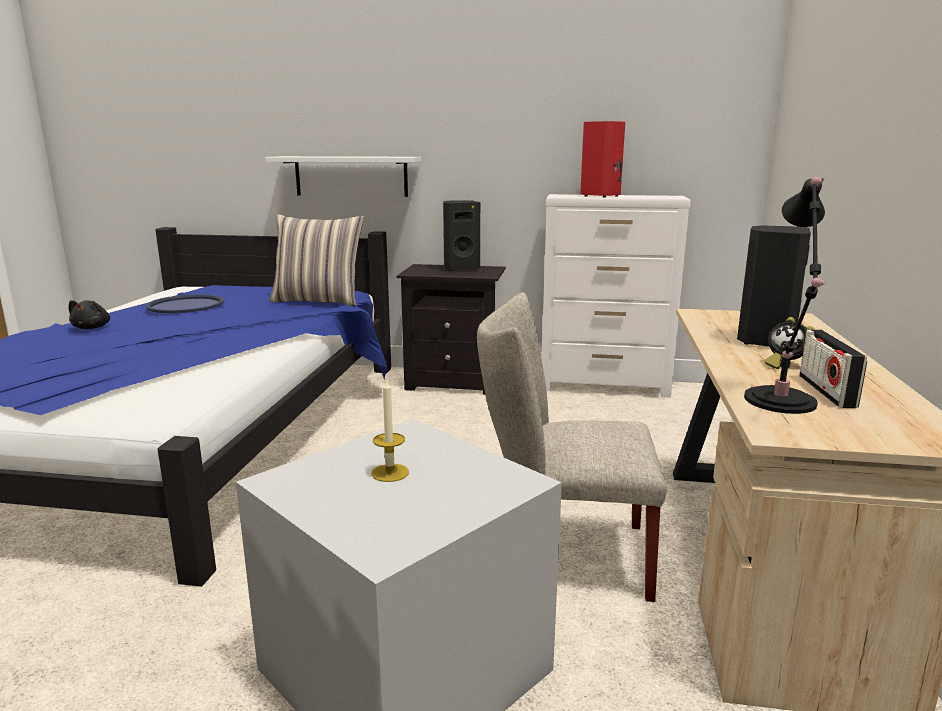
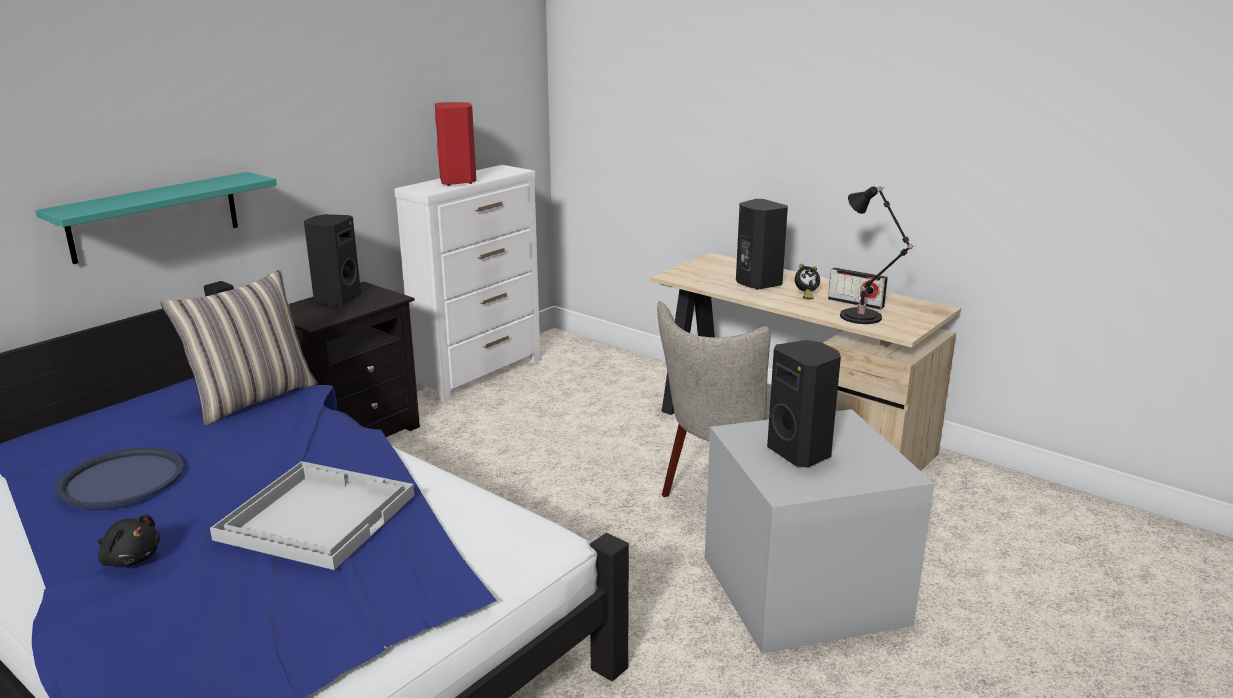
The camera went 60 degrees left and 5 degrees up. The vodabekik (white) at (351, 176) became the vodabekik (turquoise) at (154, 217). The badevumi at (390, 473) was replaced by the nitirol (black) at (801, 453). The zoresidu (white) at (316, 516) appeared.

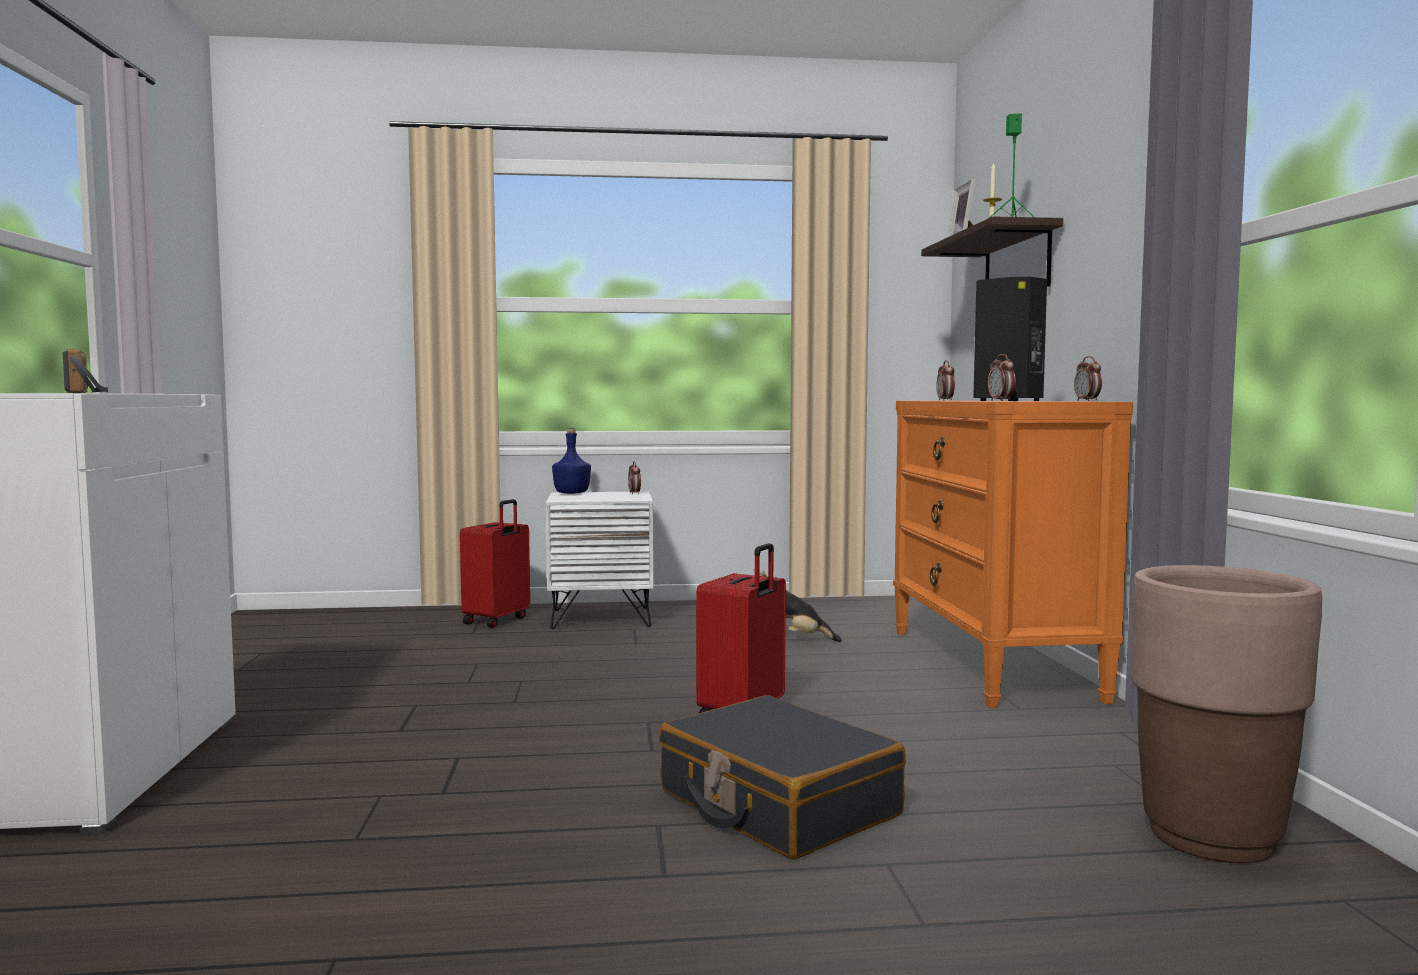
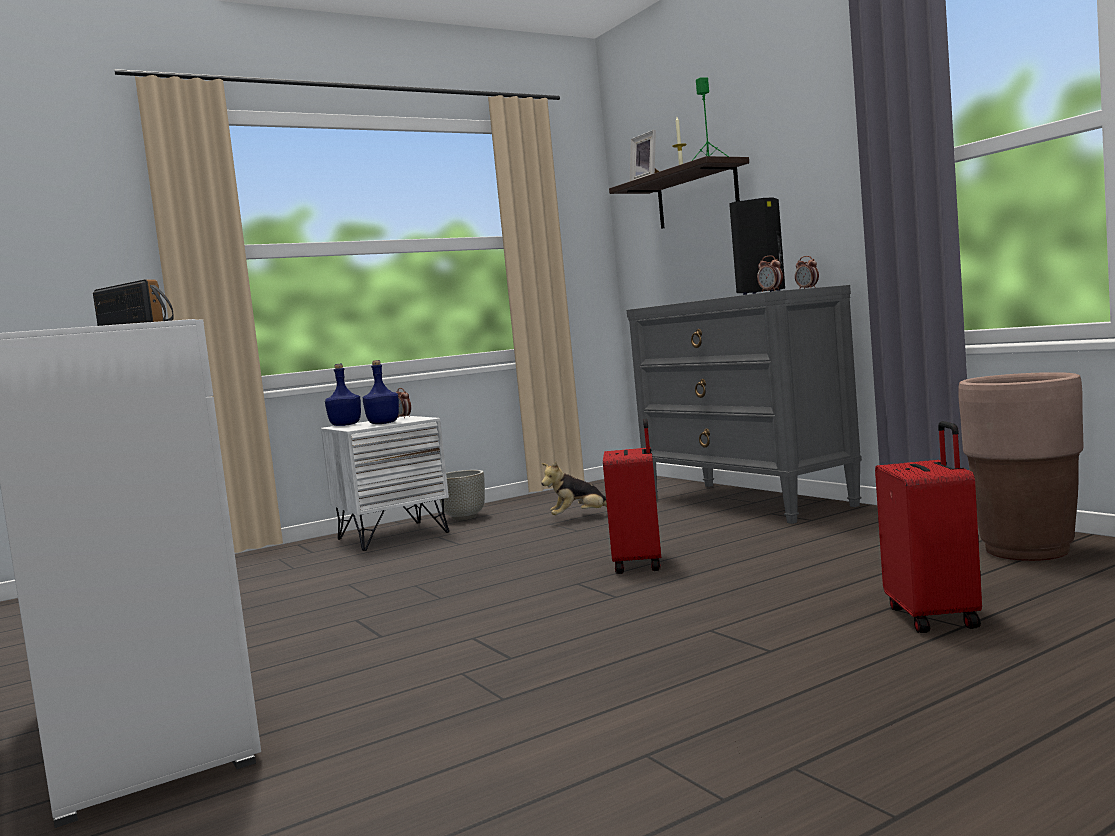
The camera went 25 degrees left and 0 degrees up. The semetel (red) moved from (497, 621) to (935, 617). The semetel (black) at (777, 804) disappeared. The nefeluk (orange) at (992, 664) became the nefeluk (grey) at (747, 502). The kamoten at (945, 400) disappeared. The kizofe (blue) at (382, 423) appeared. The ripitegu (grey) at (464, 517) appeared.

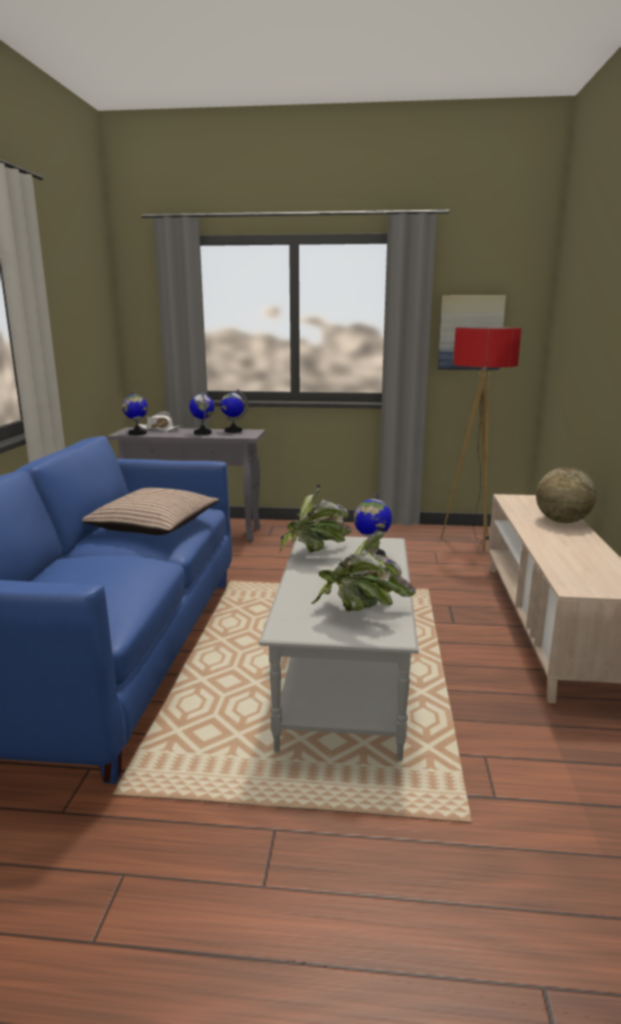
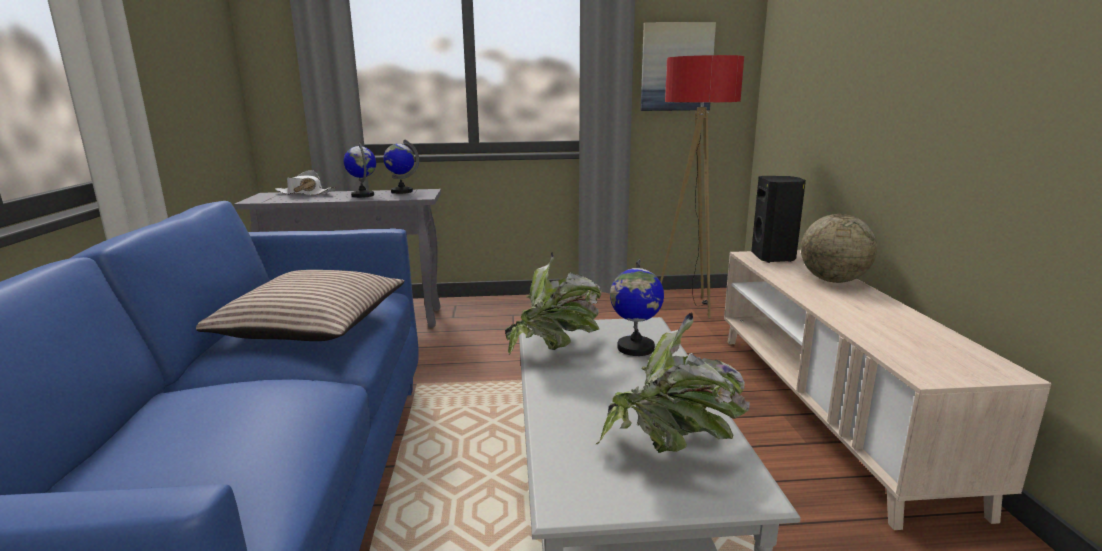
The camera went 10 degrees left and 0 degrees up. The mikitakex at (137, 433) disappeared. The nitirol (black) at (774, 258) appeared.

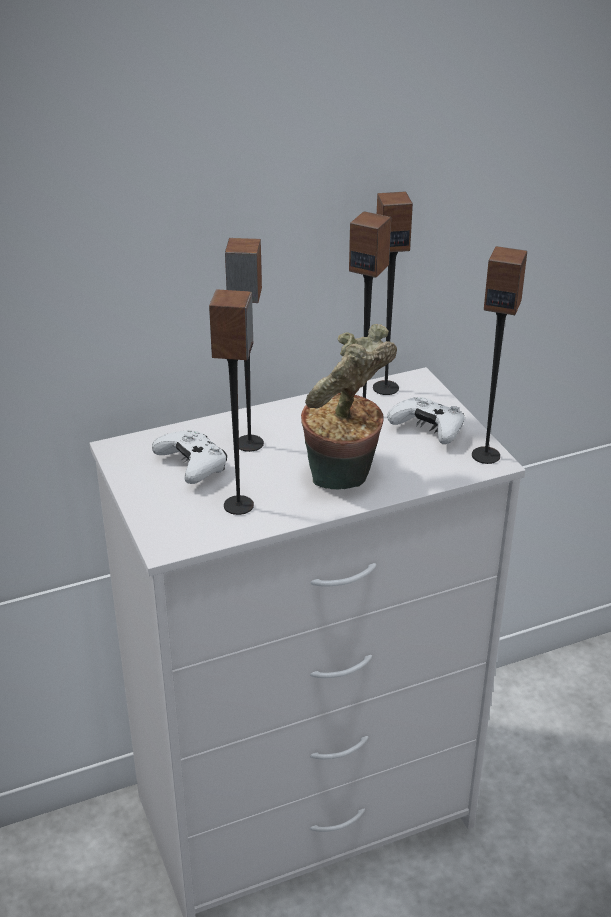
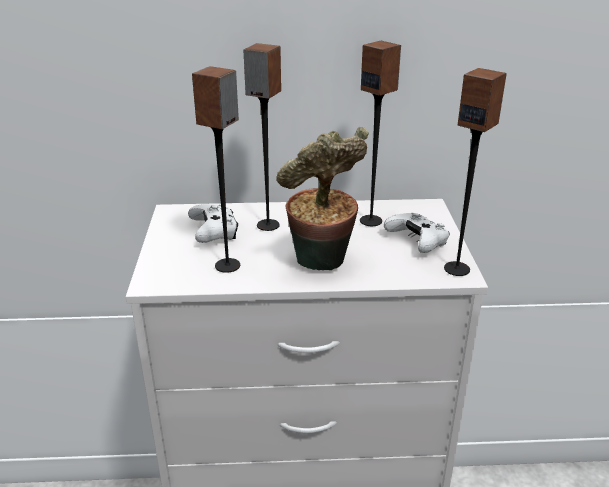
The camera went 20 degrees right and 5 degrees down. The nitirol at (385, 387) disappeared.

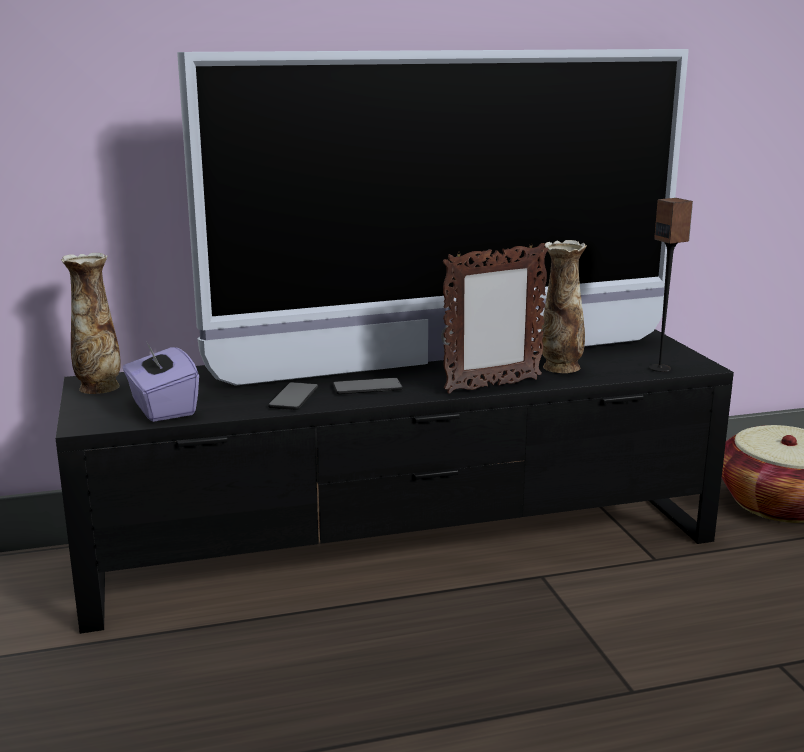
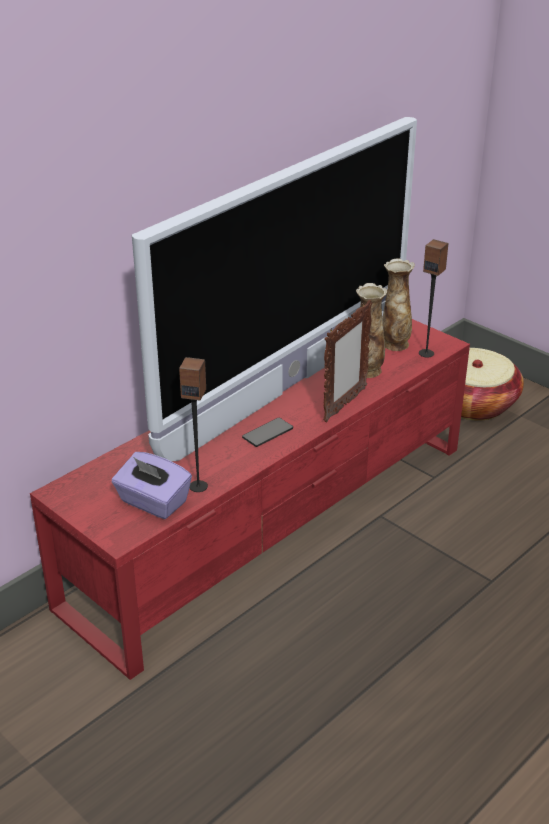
The camera went 30 degrees left and 15 degrees up. The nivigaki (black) at (404, 545) became the nivigaki (red) at (275, 521). The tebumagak moved from (99, 387) to (394, 344). The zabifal at (293, 397) disappeared. The nitirol at (198, 486) appeared.

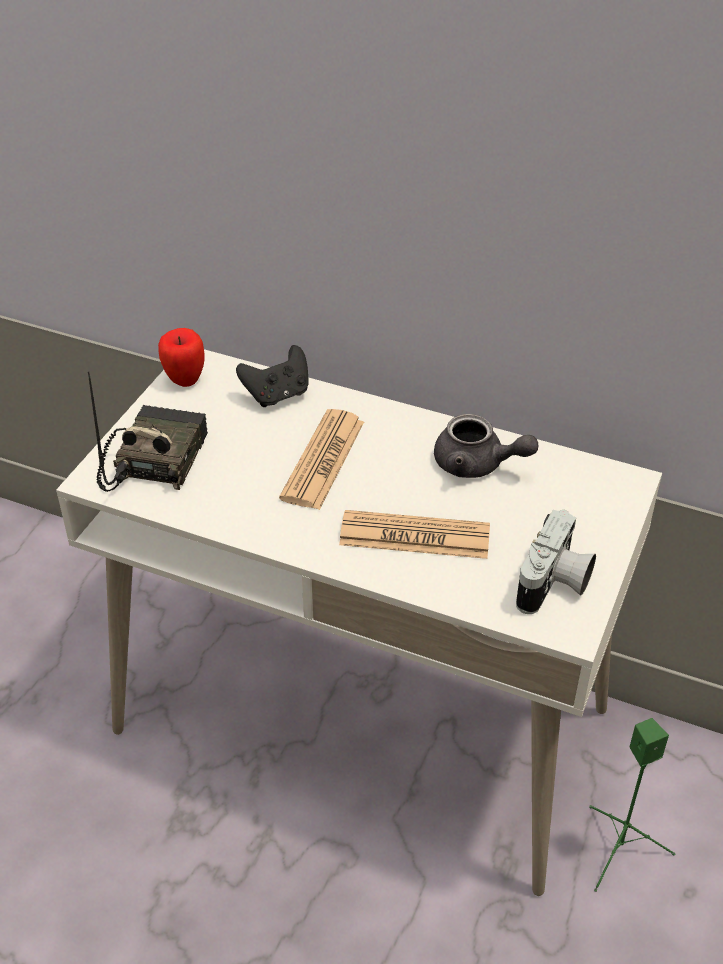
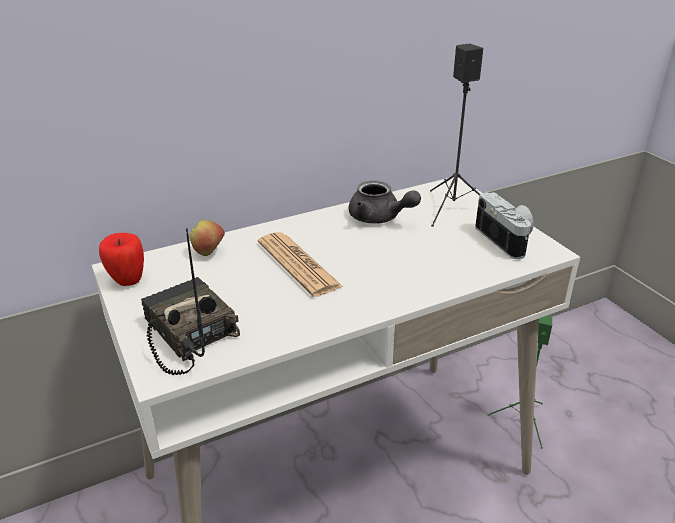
The camera went 50 degrees left and 10 degrees down. The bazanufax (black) at (277, 395) was replaced by the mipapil at (209, 253). The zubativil at (414, 536) disappeared. The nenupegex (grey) at (477, 465) turned 60 degrees clockwise. The nitirol (black) at (454, 208) appeared.

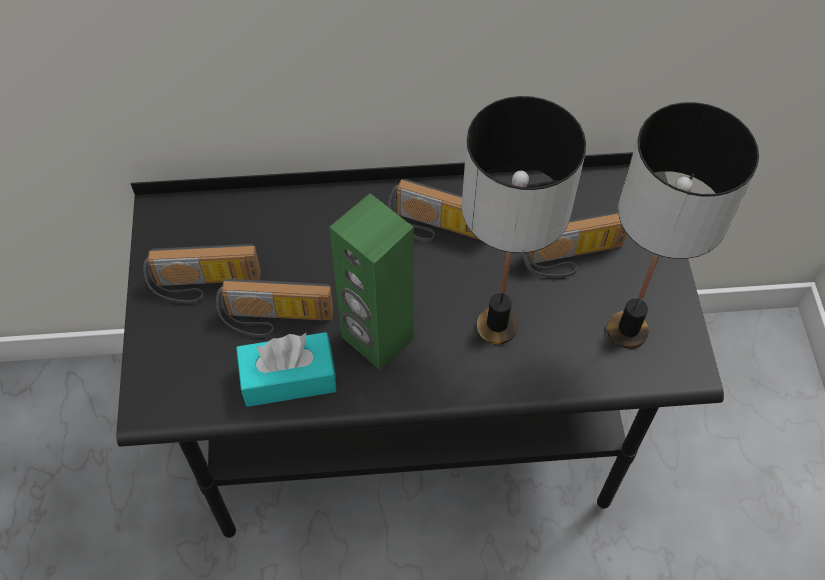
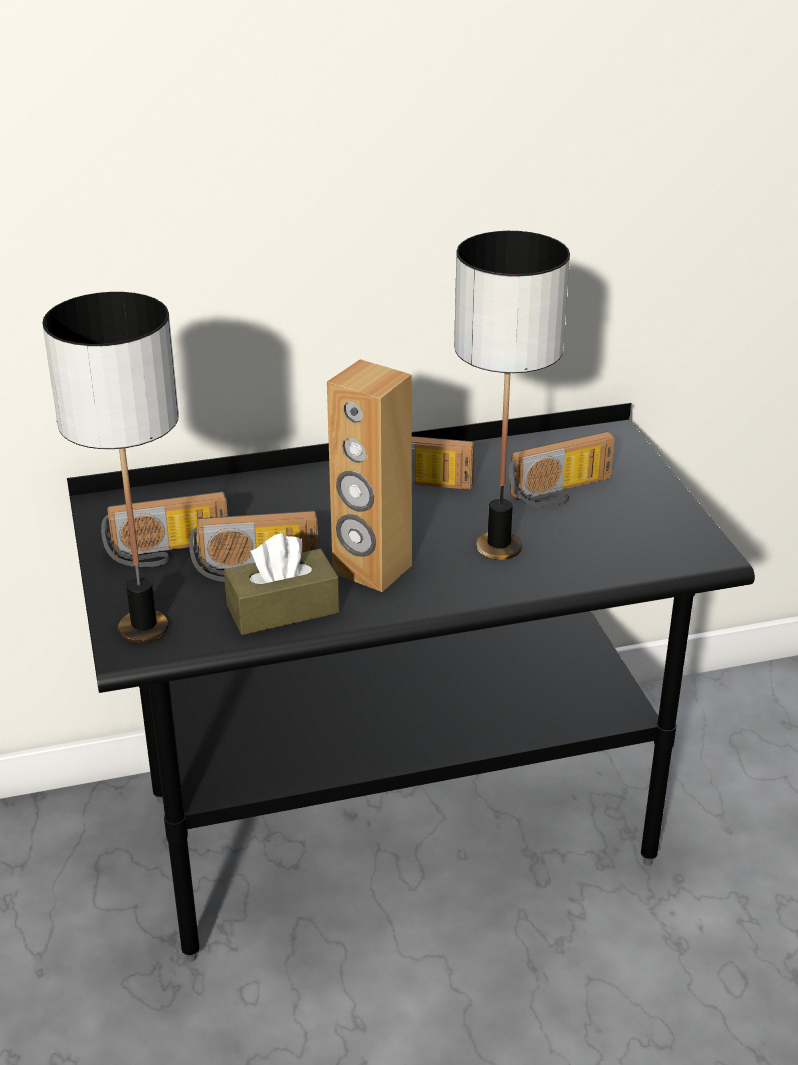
The camera went 10 degrees left and 25 degrees down. The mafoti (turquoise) at (288, 378) became the mafoti (brown) at (283, 609). The nitirol (green) at (376, 338) became the nitirol (brown) at (371, 569). The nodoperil moved from (627, 332) to (143, 629).

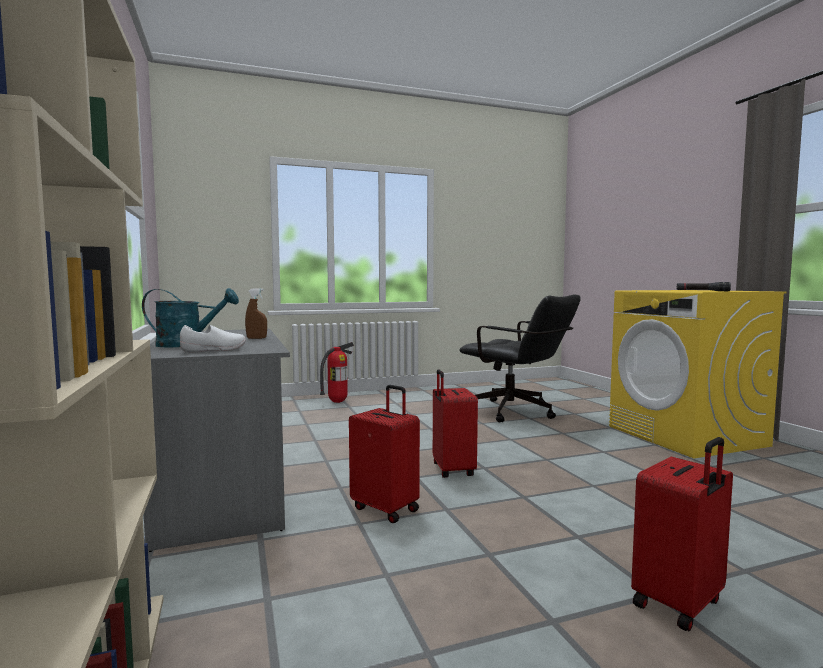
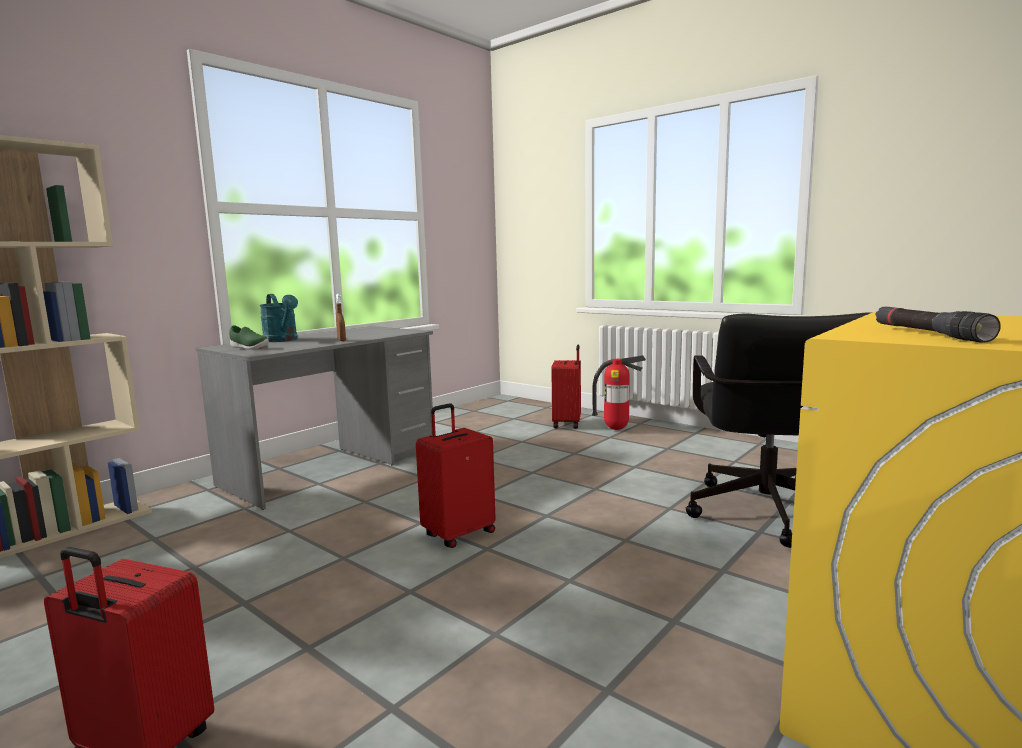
The camera went 60 degrees right and 5 degrees up. The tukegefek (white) at (214, 350) became the tukegefek (green) at (248, 348). The semetel (red) moved from (386, 508) to (568, 424).

